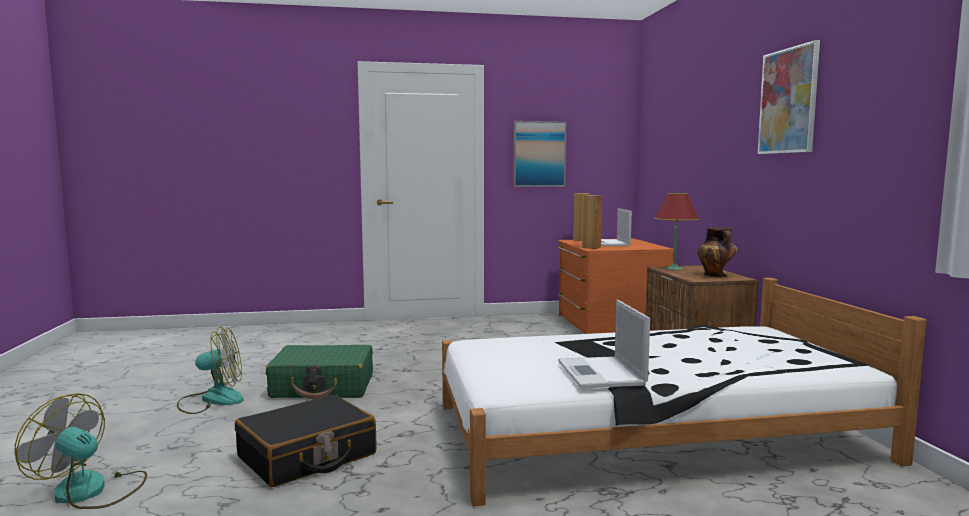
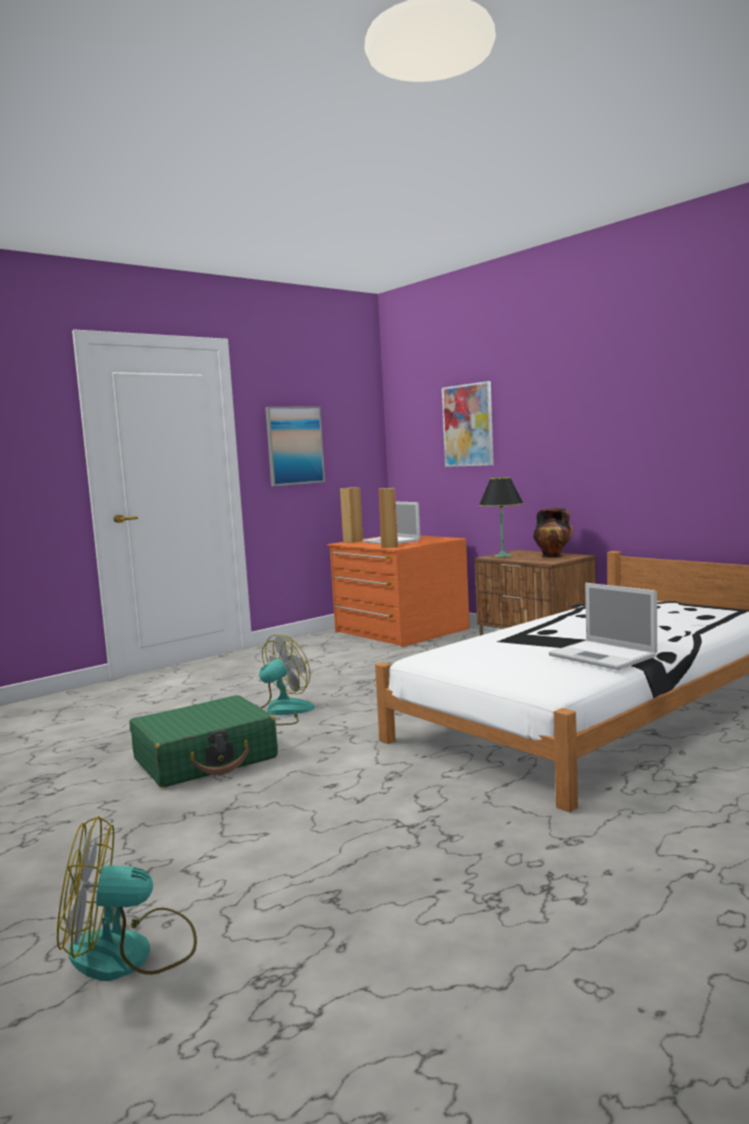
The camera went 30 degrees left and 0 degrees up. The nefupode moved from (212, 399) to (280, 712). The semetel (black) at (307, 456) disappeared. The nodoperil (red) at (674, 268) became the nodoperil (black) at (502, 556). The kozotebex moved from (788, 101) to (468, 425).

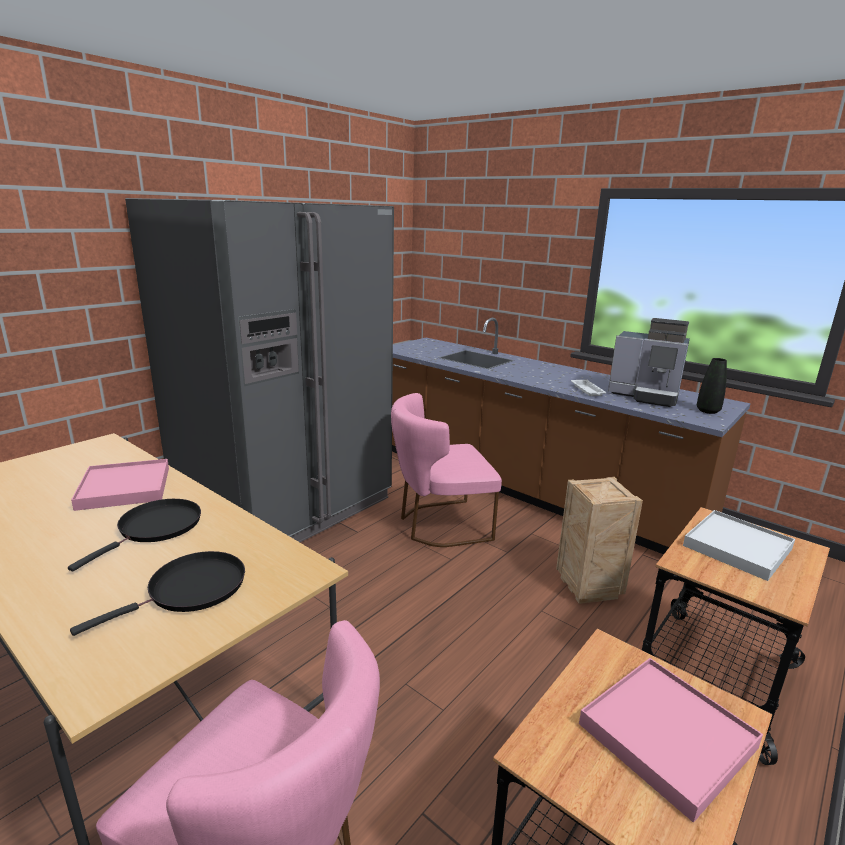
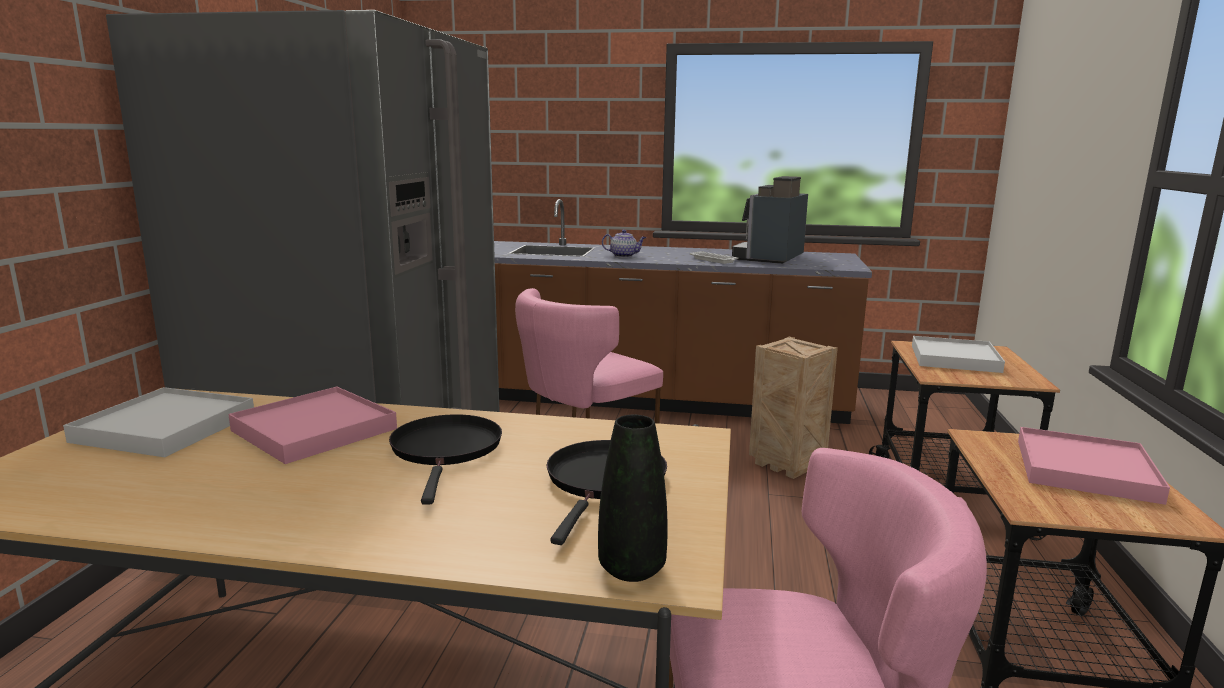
The camera went 30 degrees left and 5 degrees down. The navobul at (646, 396) turned 120 degrees clockwise. The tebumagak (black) moved from (708, 411) to (632, 569). The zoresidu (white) at (165, 428) appeared. The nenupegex at (624, 256) appeared.

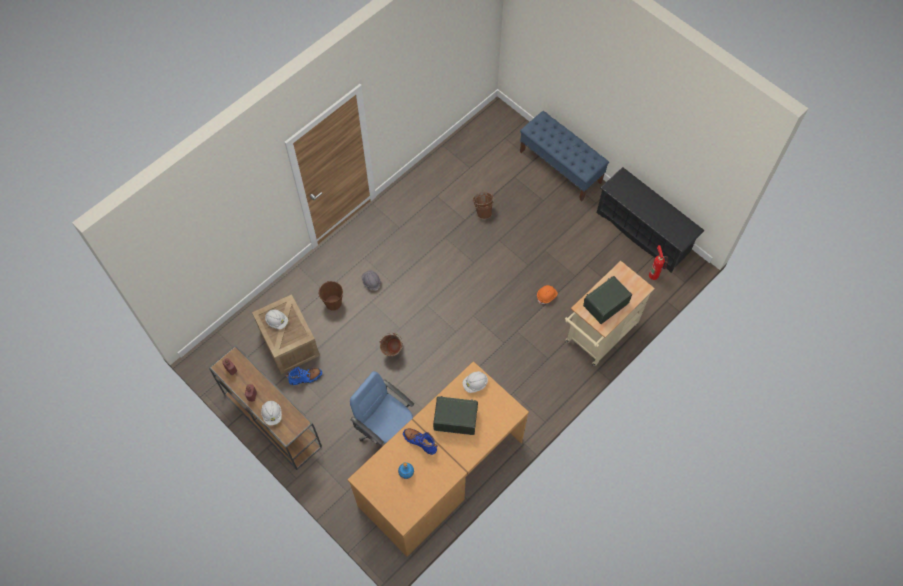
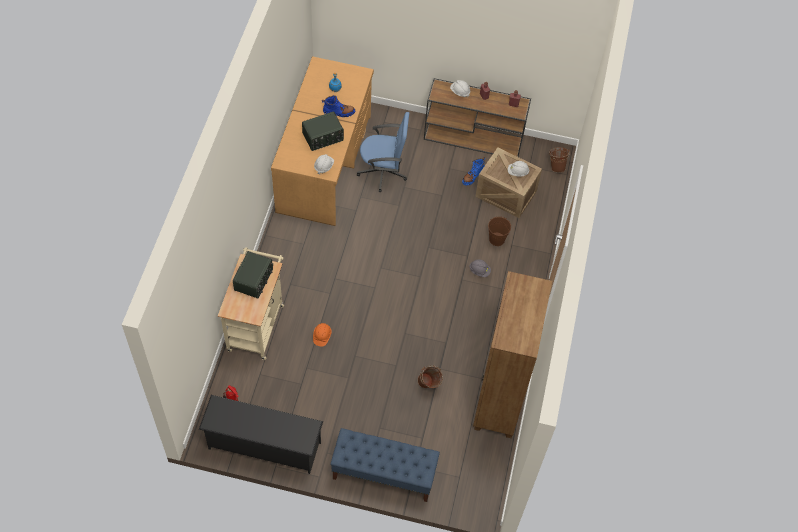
The camera went 145 degrees right and 5 degrees down. The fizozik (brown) moved from (392, 352) to (556, 166). The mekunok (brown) at (499, 400) appeared.

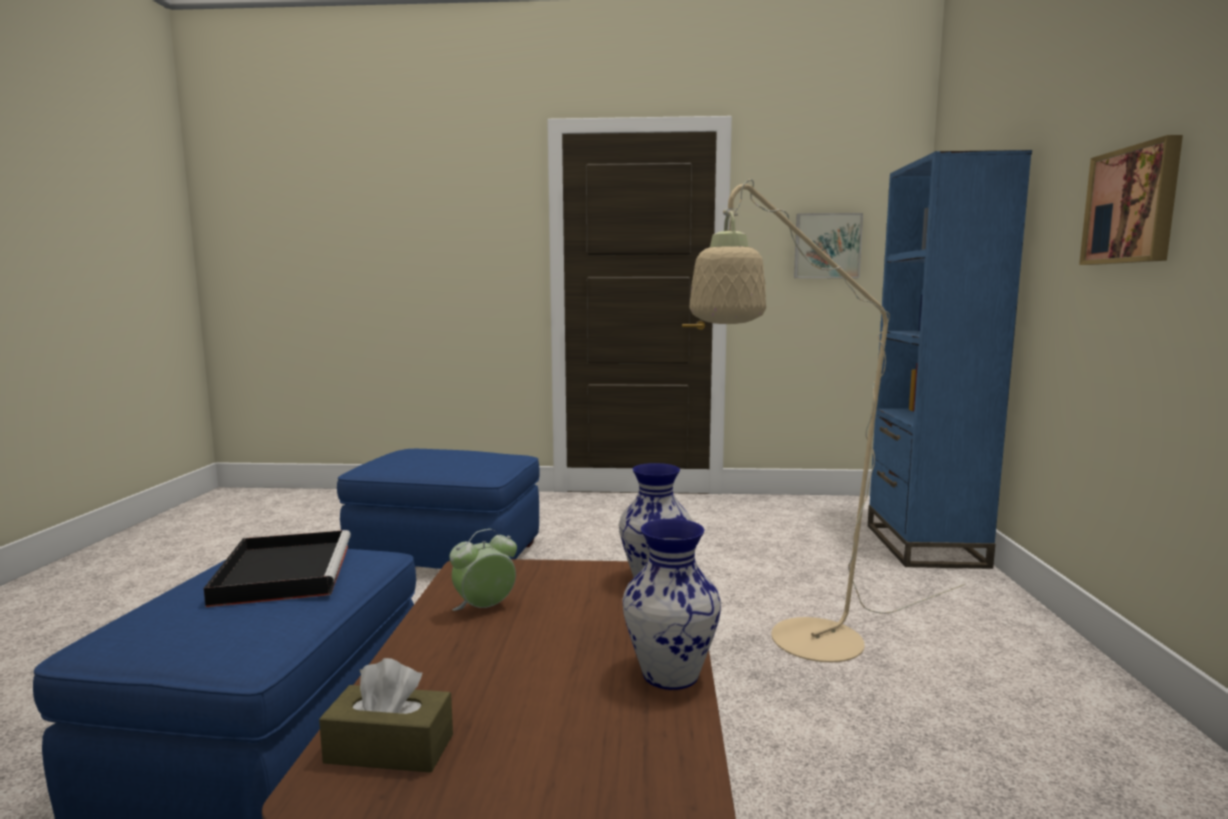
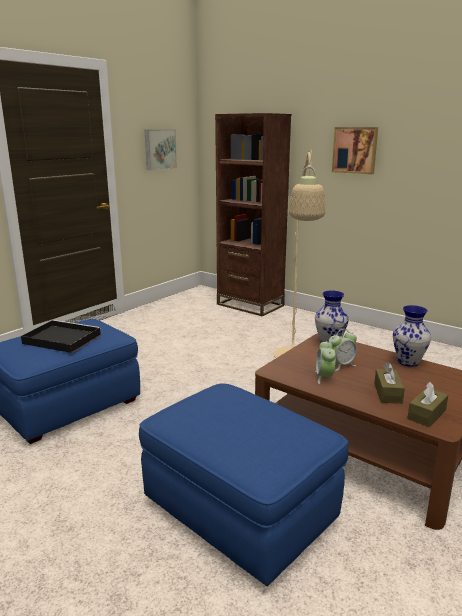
The camera went 55 degrees left and 10 degrees up. The zoresidu (black) moved from (284, 572) to (60, 339). The mekunok (blue) at (924, 545) became the mekunok (brown) at (250, 305). The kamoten at (341, 365) appeared. The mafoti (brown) at (388, 393) appeared.

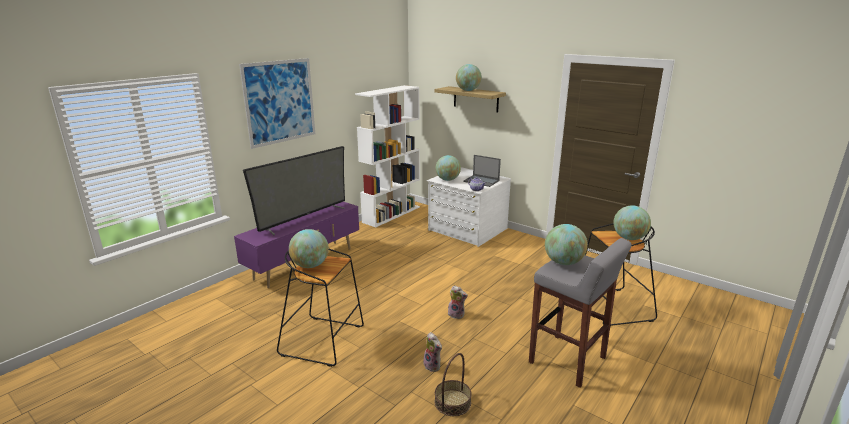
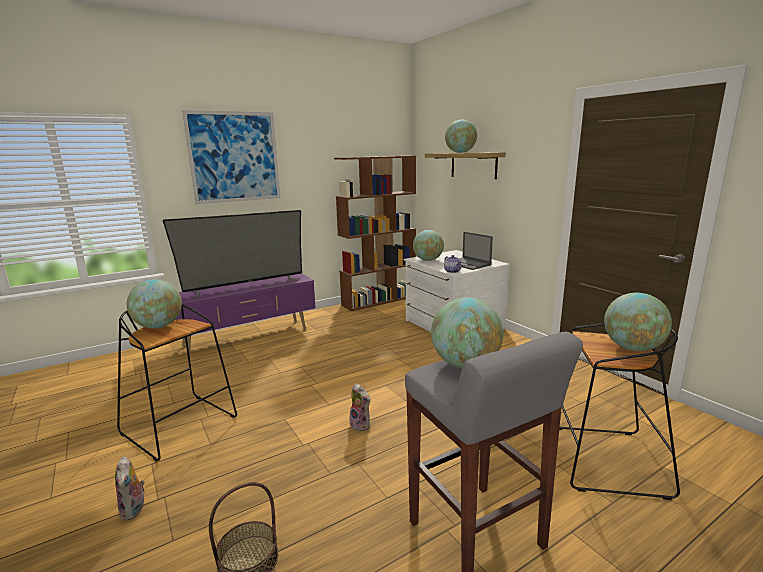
The camera went 20 degrees right and 5 degrees down. The mekunok (white) at (391, 214) became the mekunok (brown) at (379, 300). The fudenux moved from (433, 366) to (134, 509).

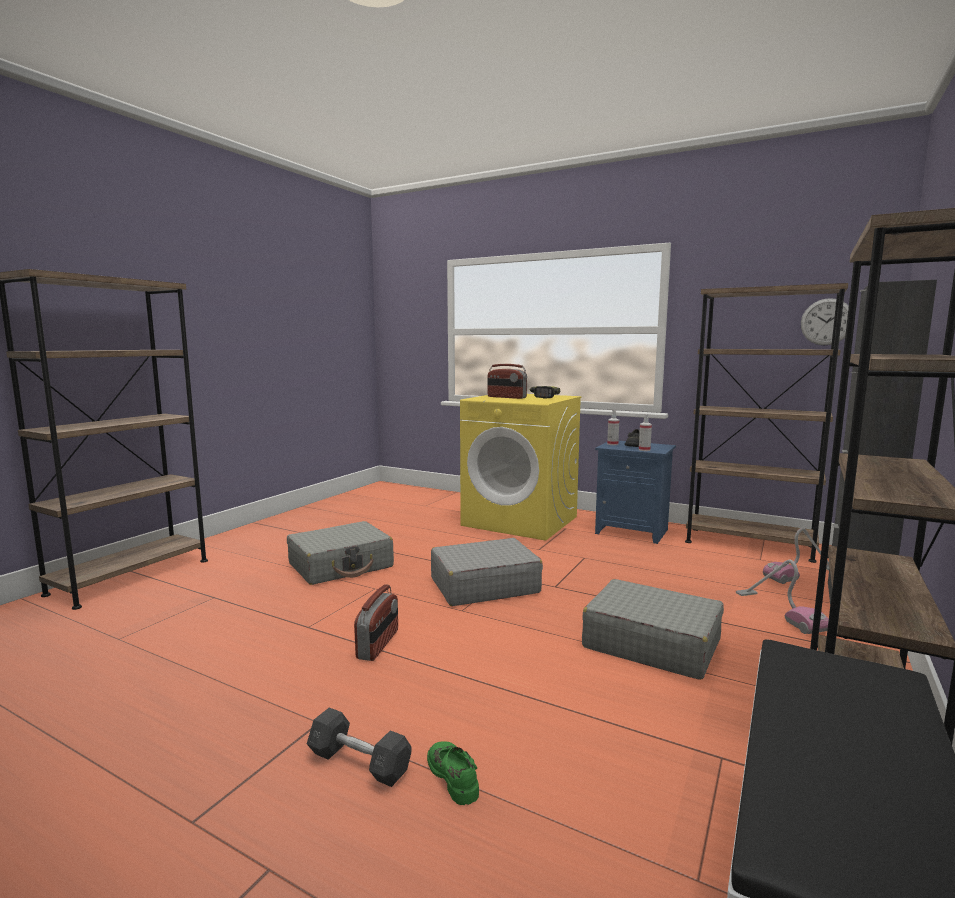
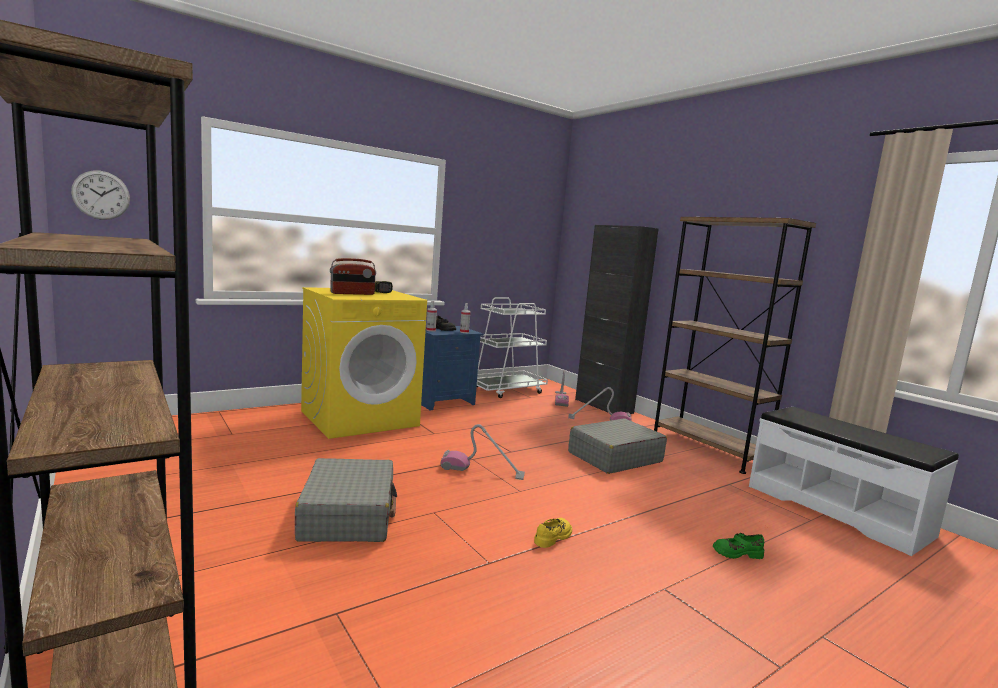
The camera went 65 degrees left and 0 degrees up. The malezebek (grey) at (359, 762) disappeared. The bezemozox at (378, 644) was replaced by the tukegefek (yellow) at (553, 537). The semetel (grey) at (484, 585) was replaced by the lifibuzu at (482, 471). The mekunok (brown) at (749, 544) was replaced by the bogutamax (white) at (506, 390). The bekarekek moved from (826, 322) to (101, 195).

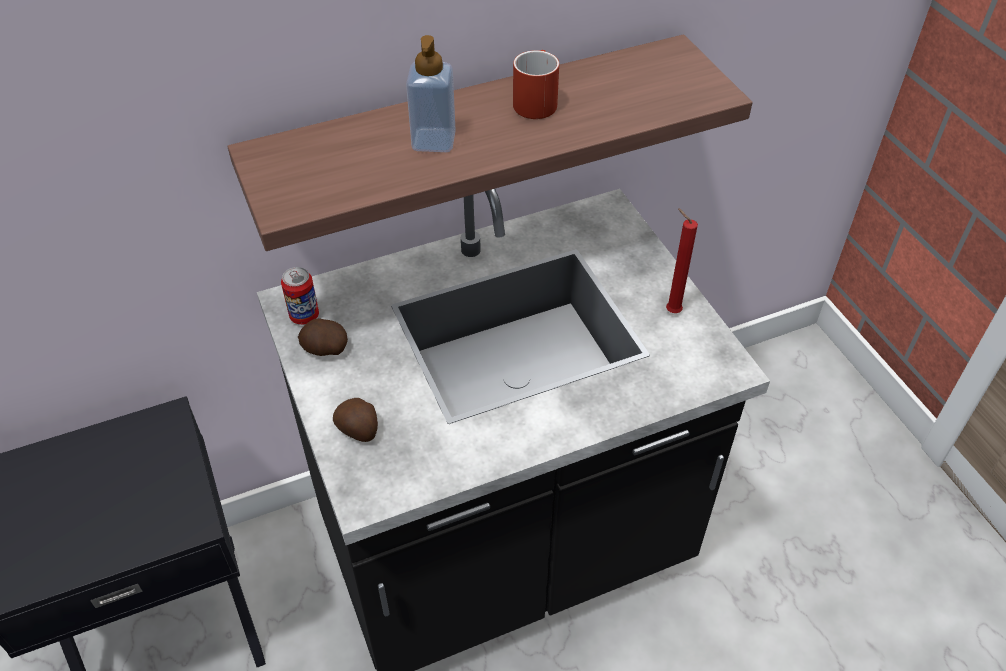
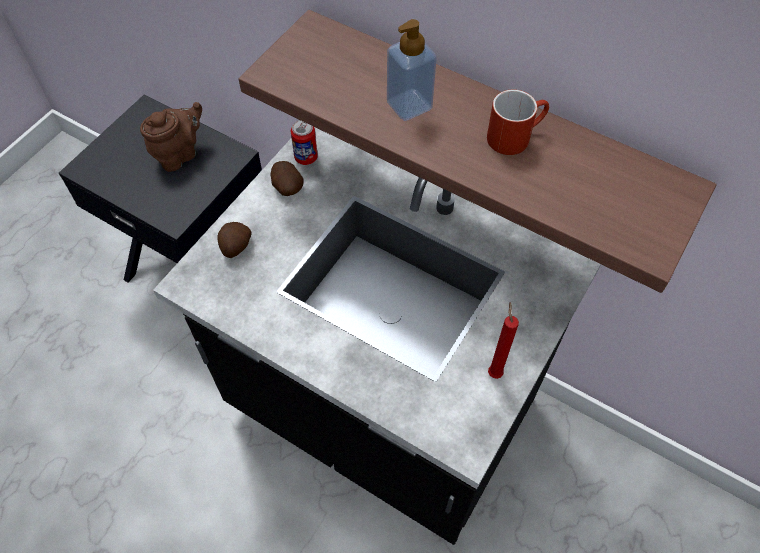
The camera went 55 degrees right and 10 degrees up. The nenupegex (brown) at (180, 154) appeared.

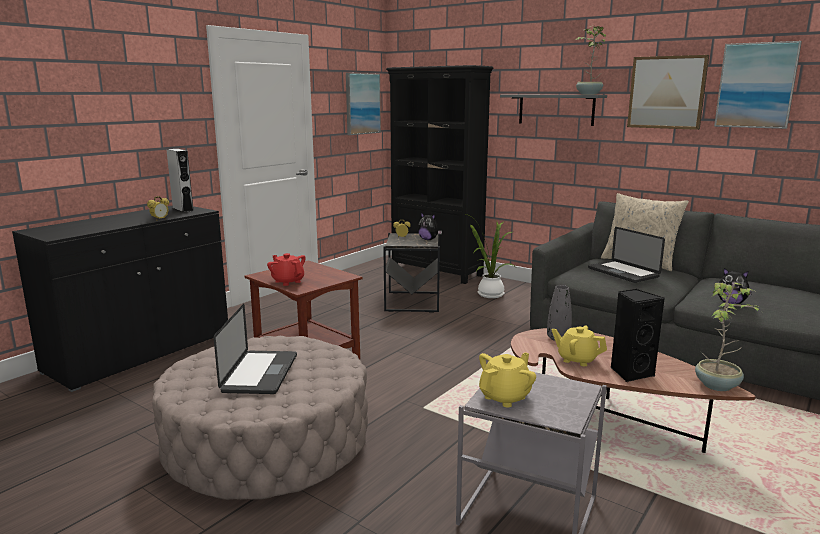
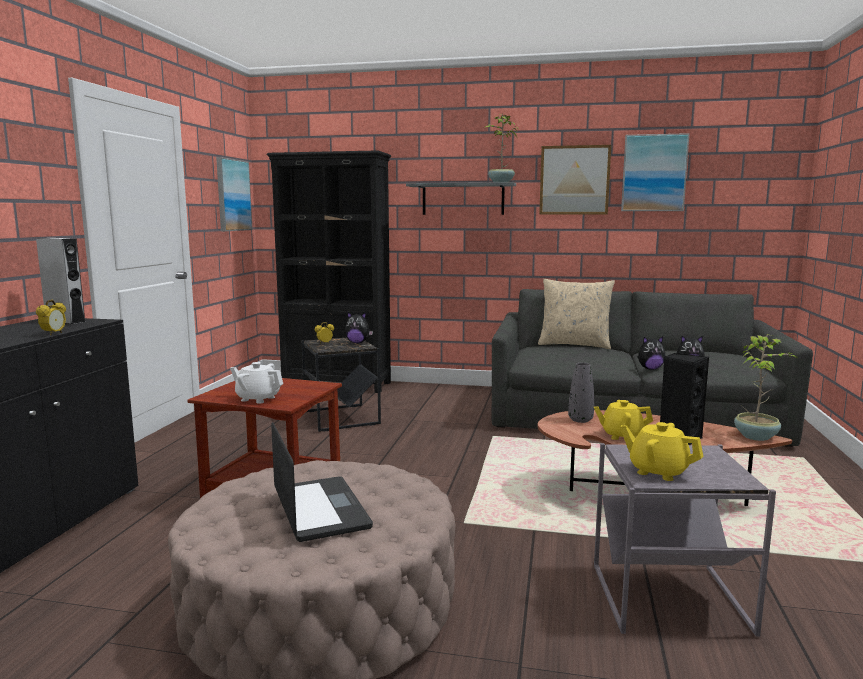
The camera went 25 degrees left and 5 degrees down. The nenupegex (red) at (288, 281) became the nenupegex (white) at (257, 398). The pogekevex at (488, 294) disappeared. The nenupegex (yellow) at (505, 397) turned 75 degrees counterclockwise. The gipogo at (623, 272) disappeared. The fudenux at (650, 369) appeared.

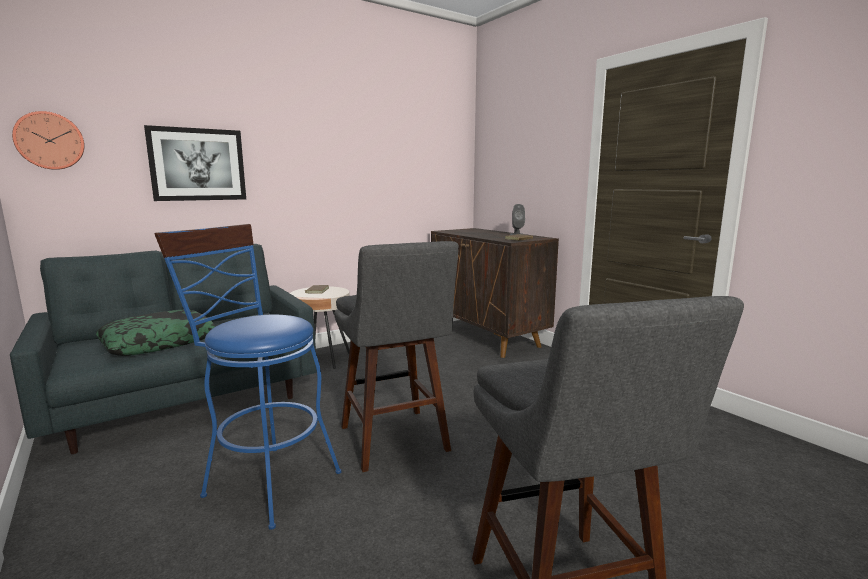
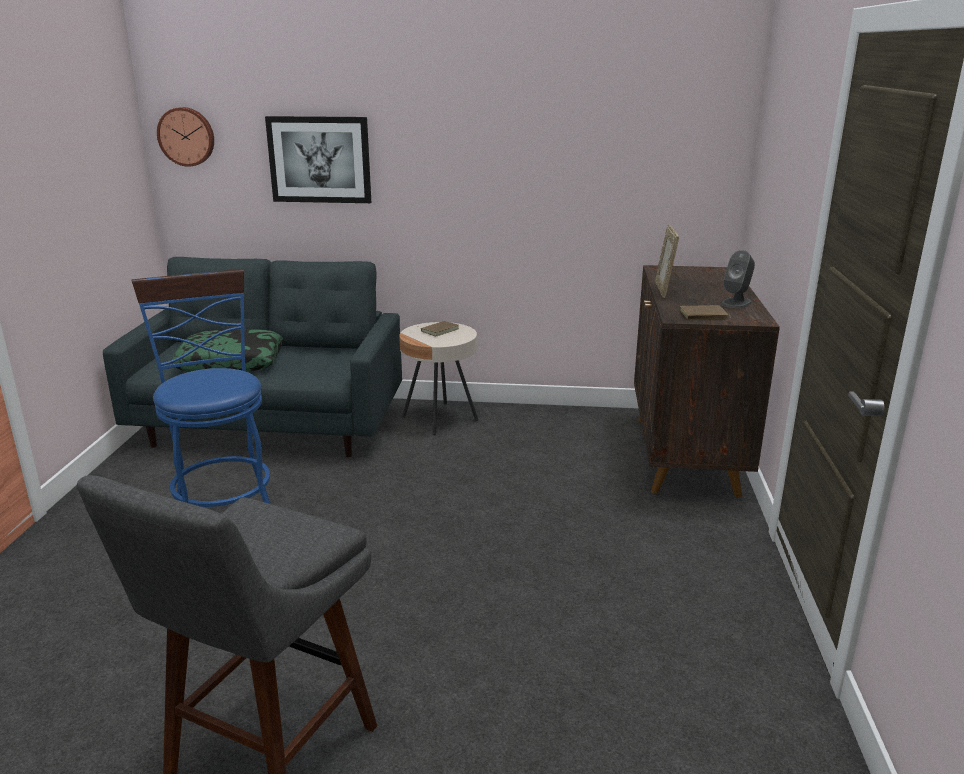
The camera went 40 degrees right and 10 degrees up. The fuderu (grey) at (395, 441) disappeared. The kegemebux at (663, 290) appeared.

